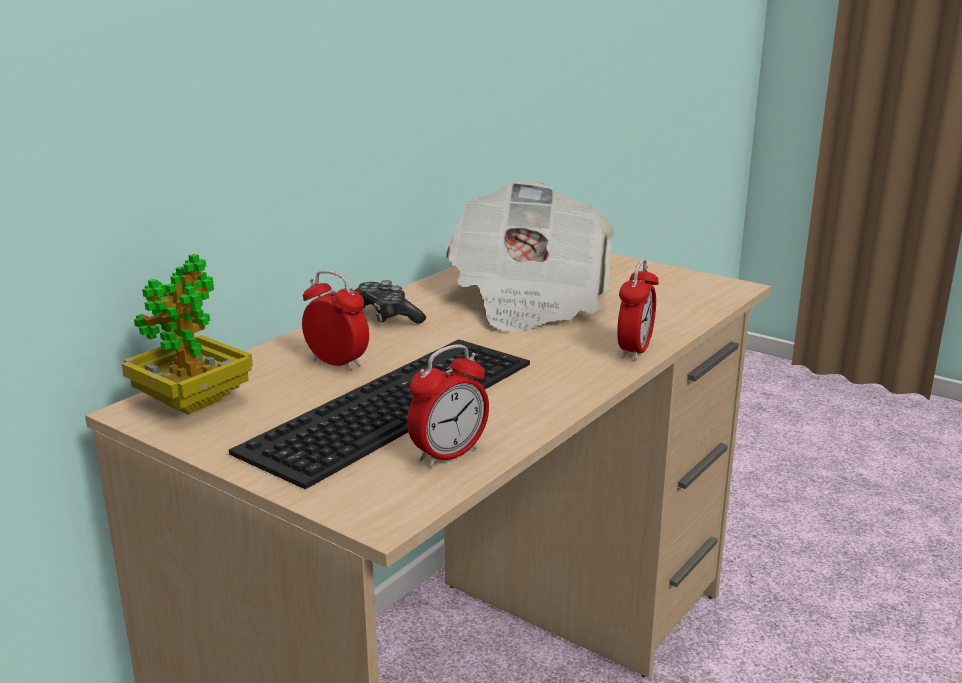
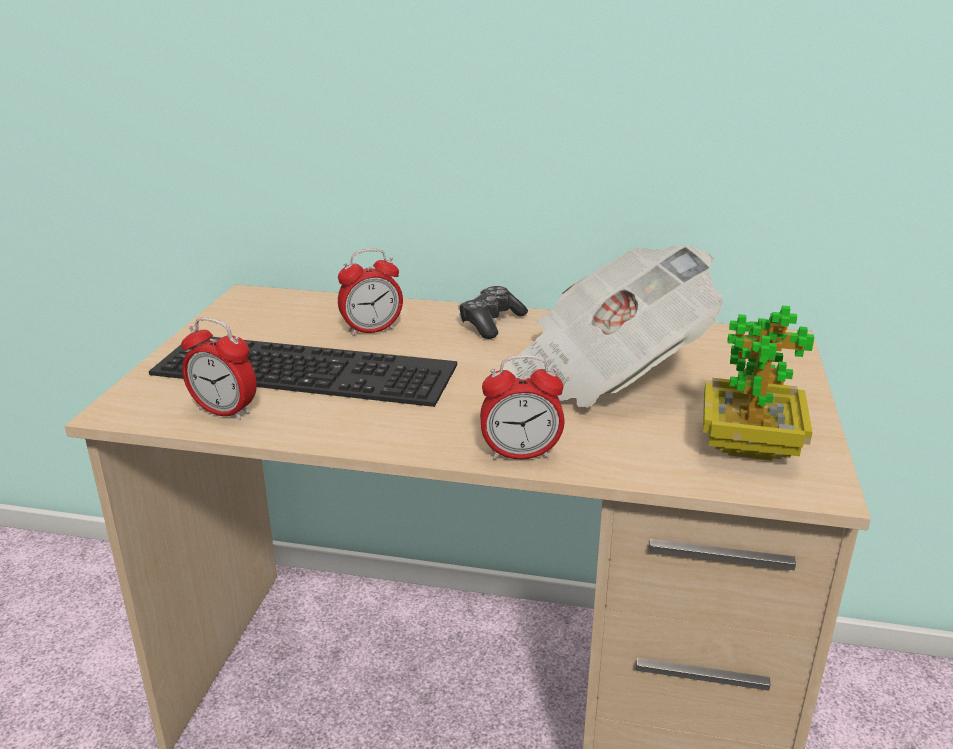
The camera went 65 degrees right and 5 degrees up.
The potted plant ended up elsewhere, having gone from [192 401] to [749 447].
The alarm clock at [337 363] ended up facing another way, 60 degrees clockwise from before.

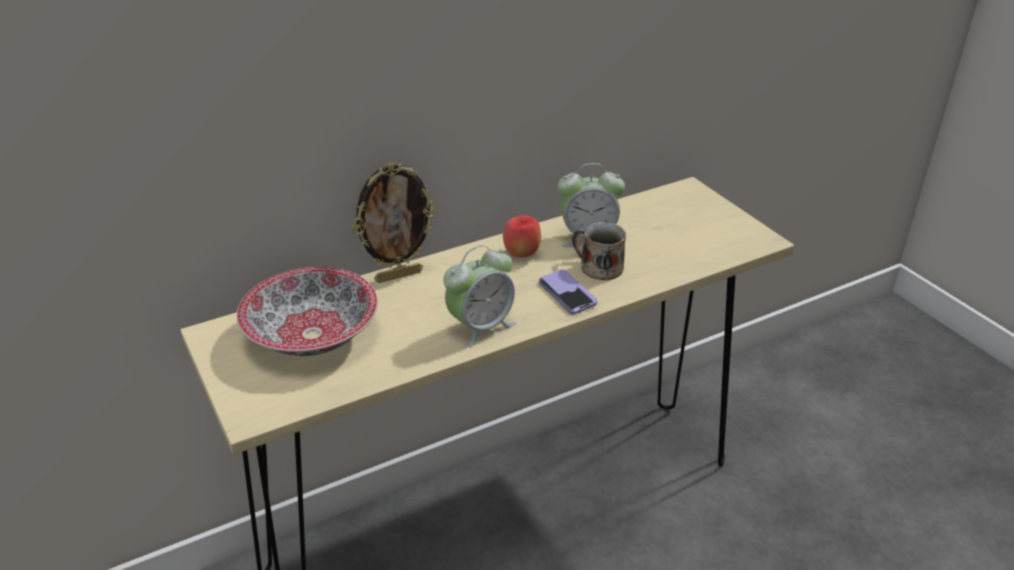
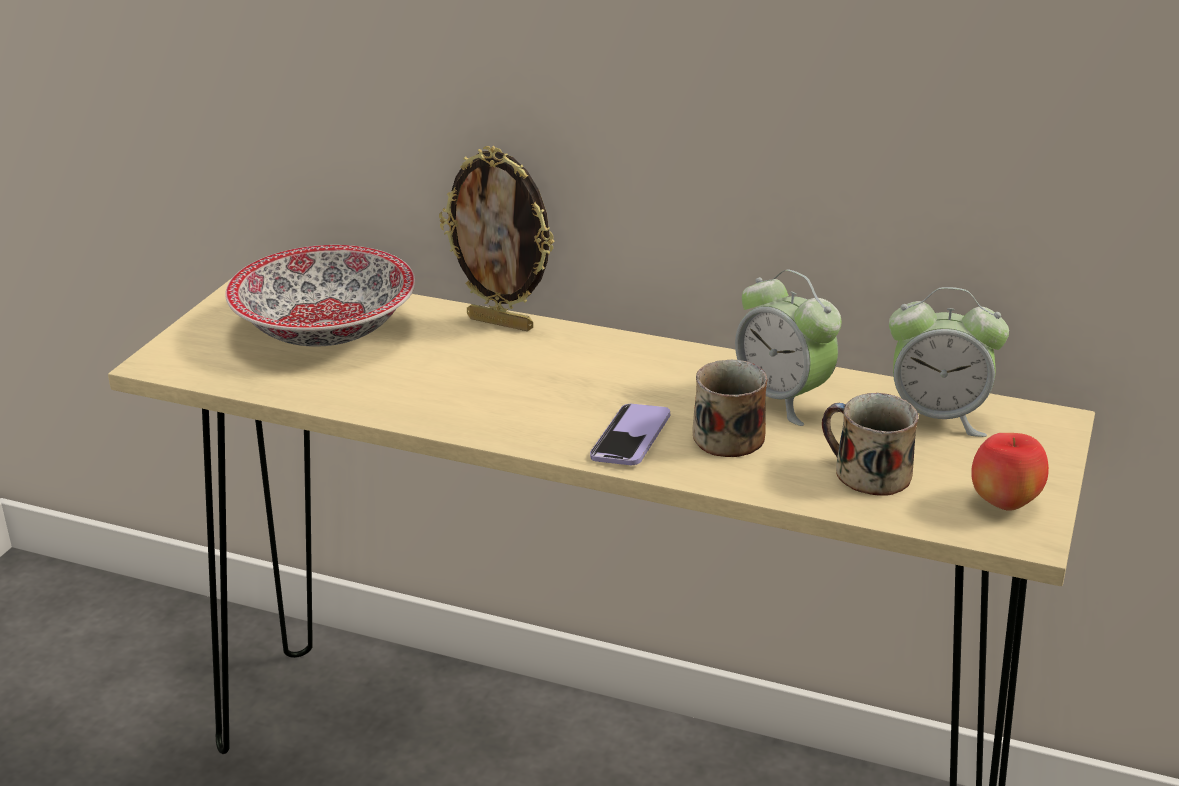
The camera went 50 degrees right and 5 degrees down.
The alarm clock ended up elsewhere, having gone from [480 327] to [937 418].
The whole apple ended up elsewhere, having gone from [521 254] to [1004 503].
The second view gained the coffee mug at [868 473].

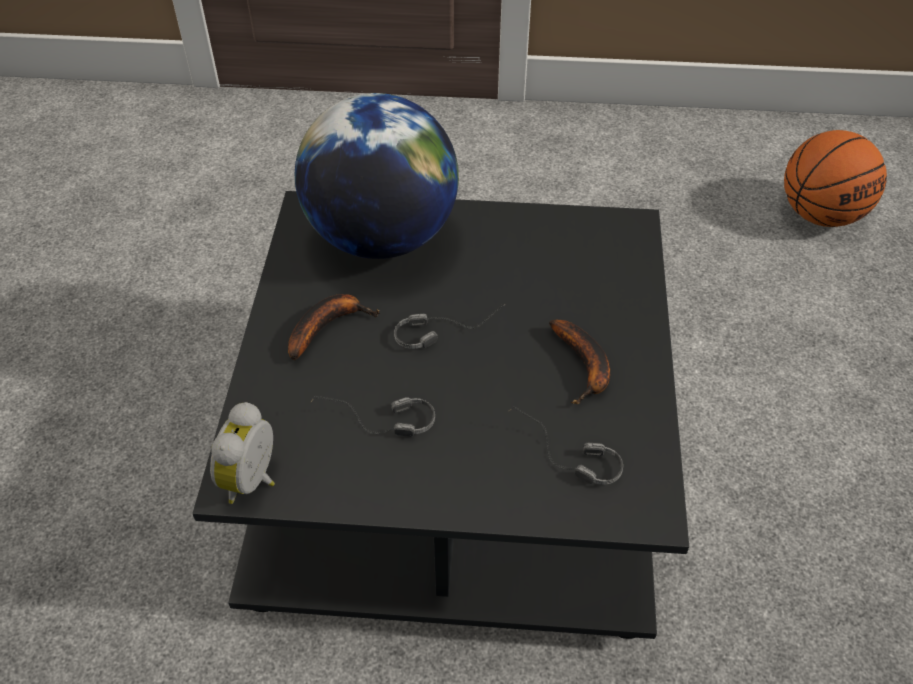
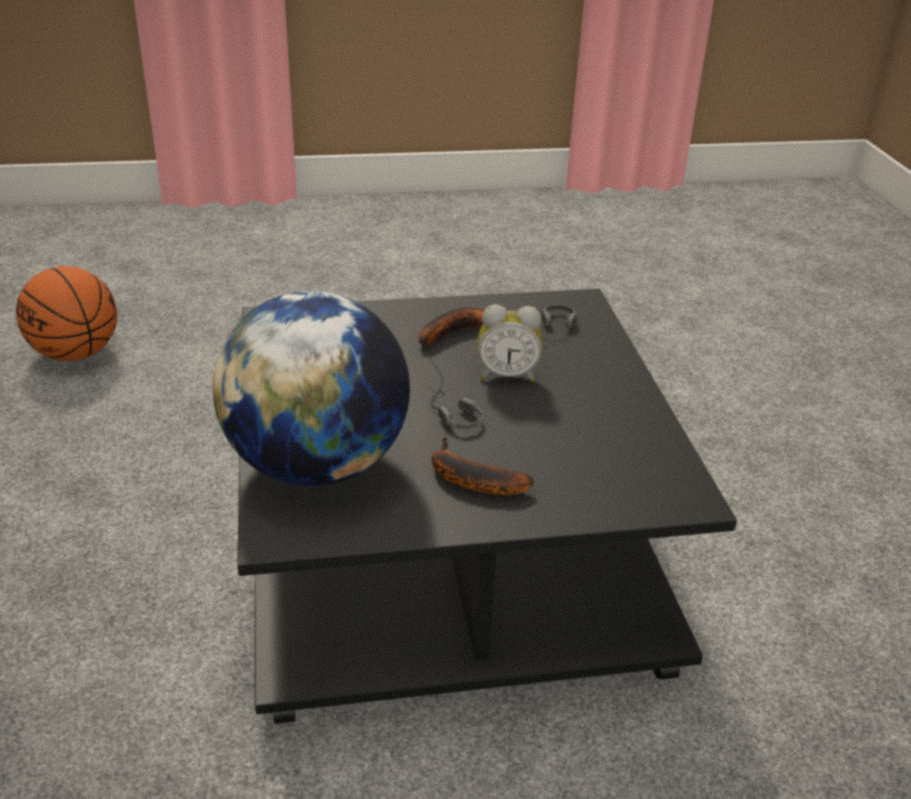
The camera went 105 degrees left and 15 degrees down.
The alarm clock ended up elsewhere, having gone from [254 480] to [507 375].
The second view lost the headset at [375 424].

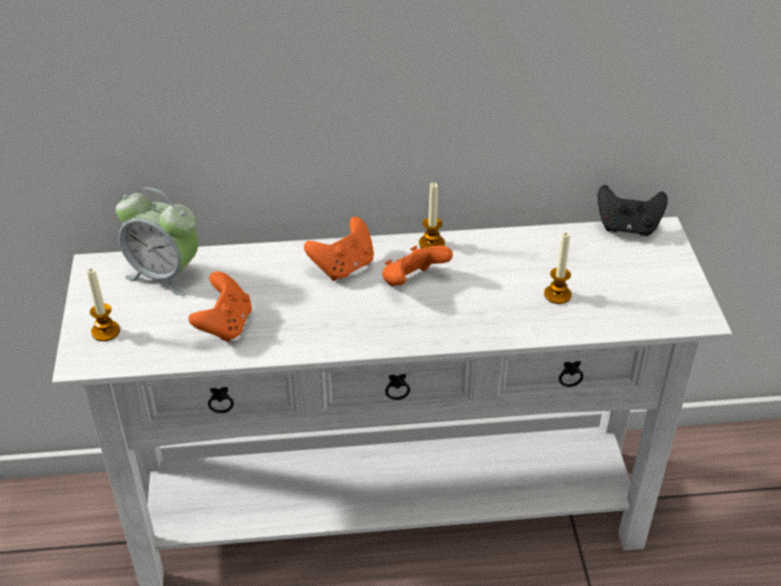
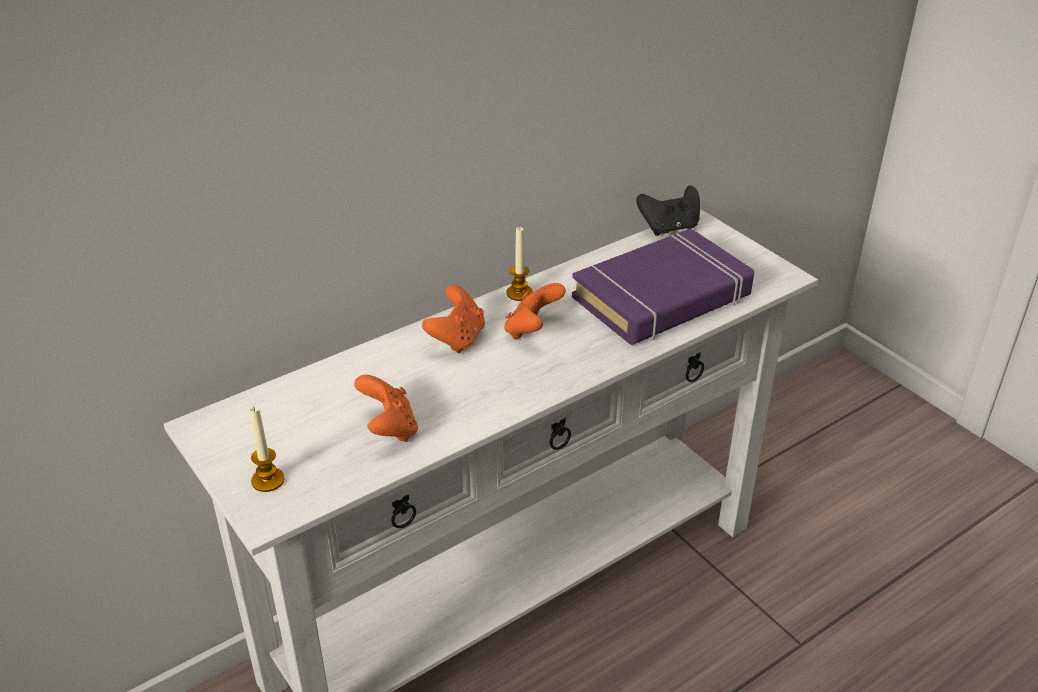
The camera went 30 degrees left and 5 degrees down.
The second view lost the alarm clock at [164 274].
Where the wax candle stood at [557 295], the bound book in purple came to stand at [662 297].

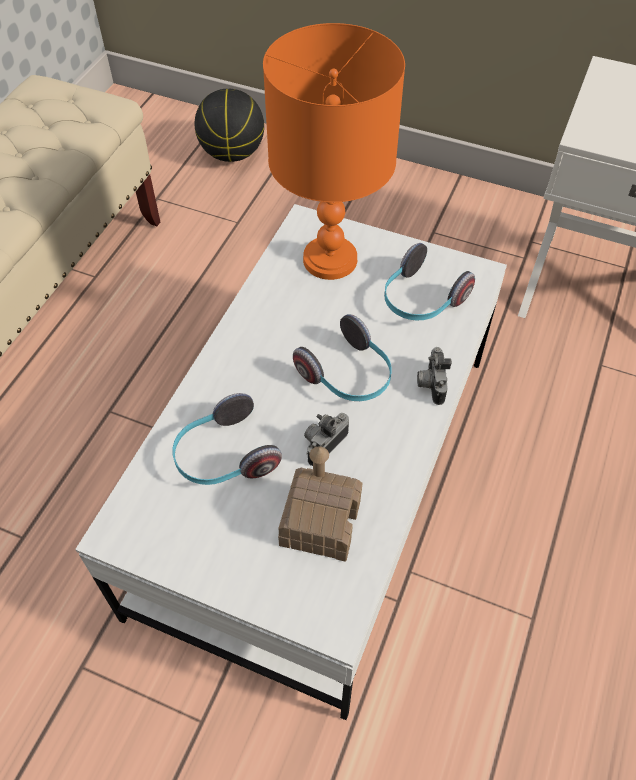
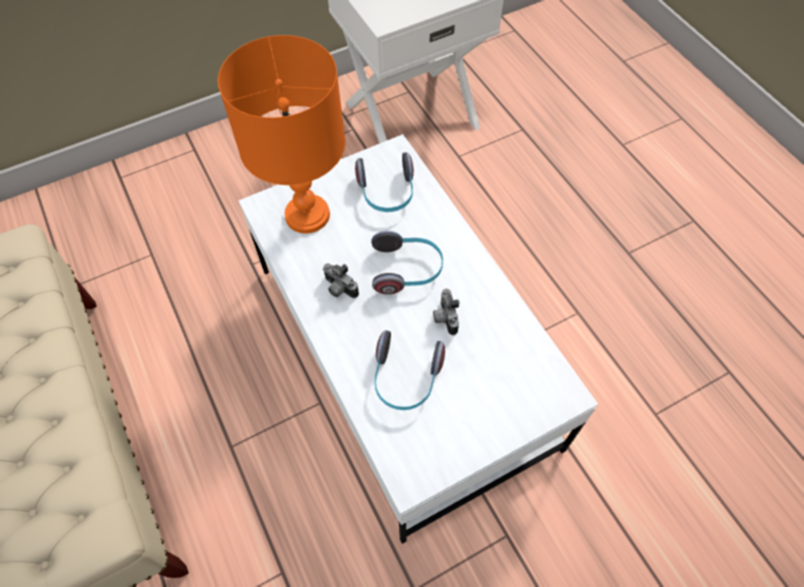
The camera went 50 degrees left and 5 degrees up.
The second view lost the ball for basketball at [232 154].
The second view lost the model house at [320 523].
The photo camera ended up elsewhere, having gone from [430 384] to [339 289].

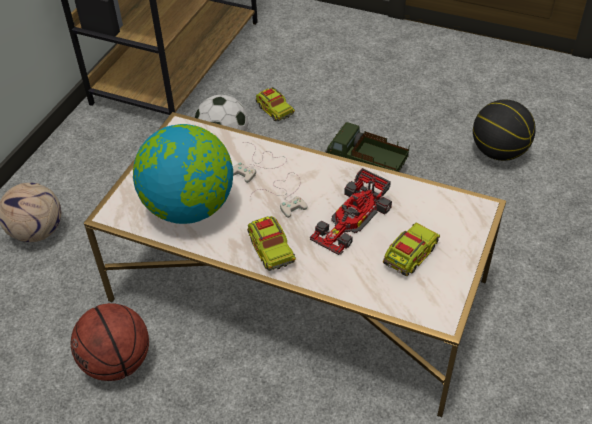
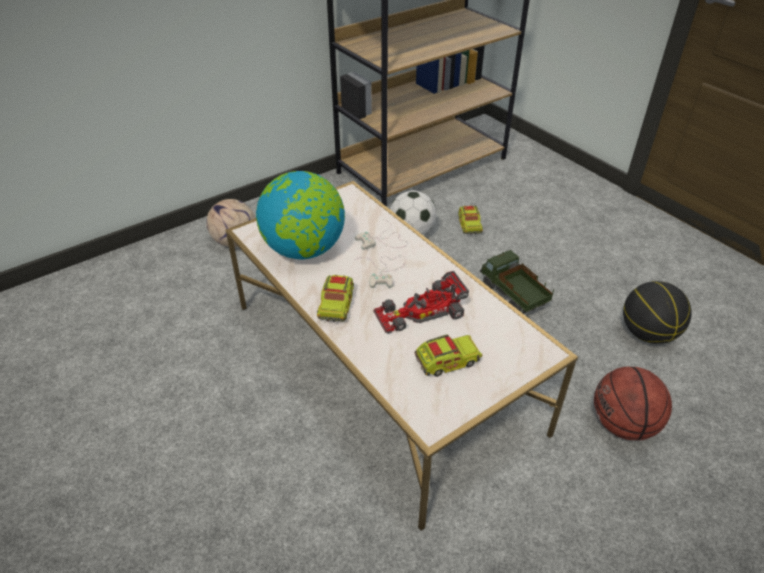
The camera went 30 degrees right and 5 degrees down.
The ball for basketball ended up elsewhere, having gone from [117 362] to [622 424].

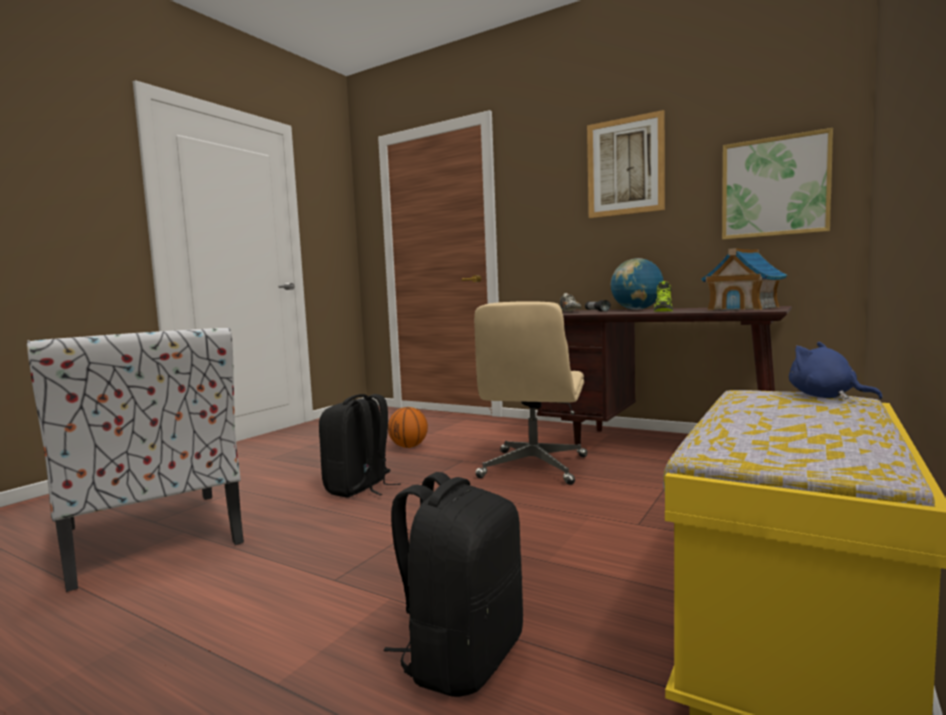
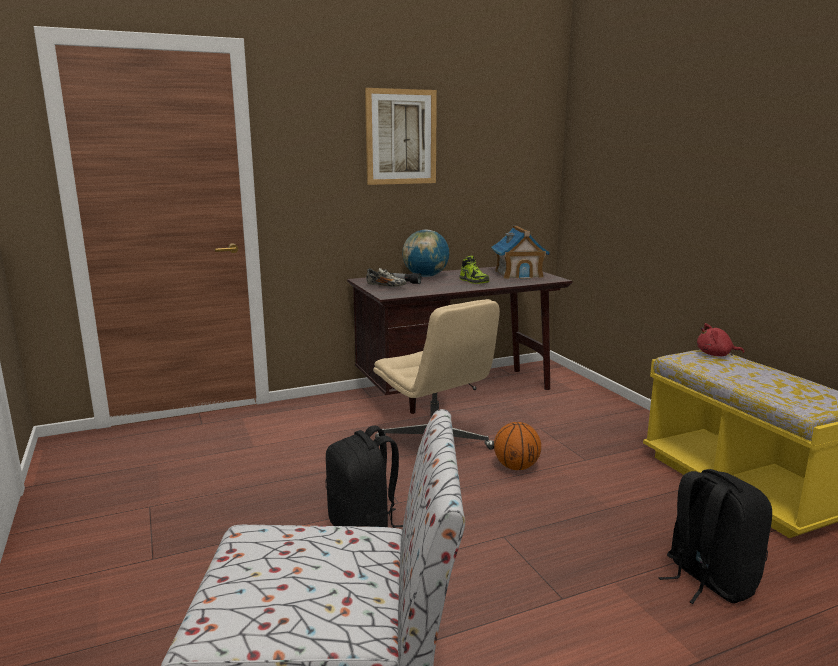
The camera went 55 degrees left and 10 degrees up.
The ball for basketball ended up elsewhere, having gone from [408 446] to [516 467].
The second view lost the wall art at [775 187].
What was the soft toy in blue at [825 397] turned into the soft toy in red-coloured at [716 355].

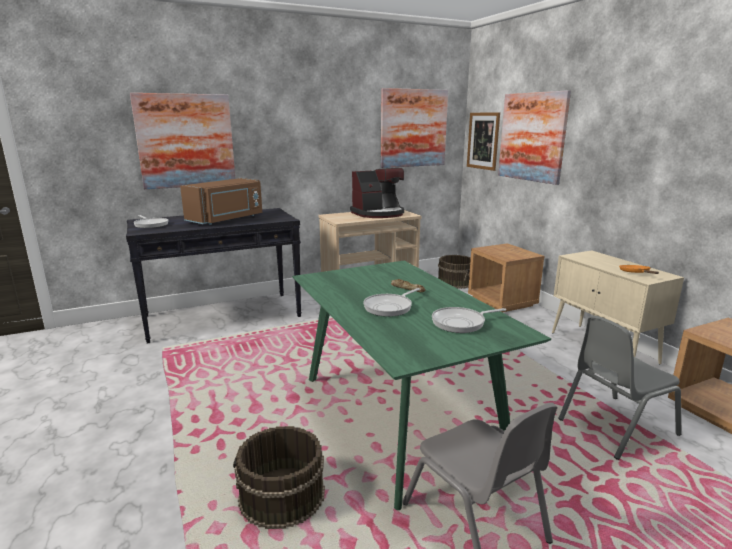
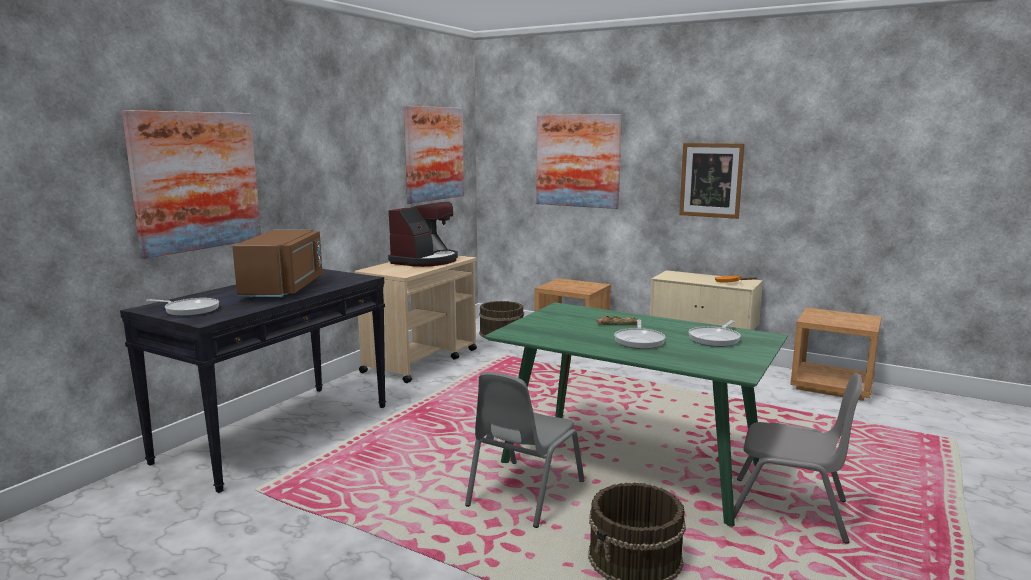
The camera went 35 degrees left and 5 degrees down.
The wall art ended up elsewhere, having gone from [483 141] to [711 180].
The upright chair in gray ended up elsewhere, having gone from [615 426] to [524 493].

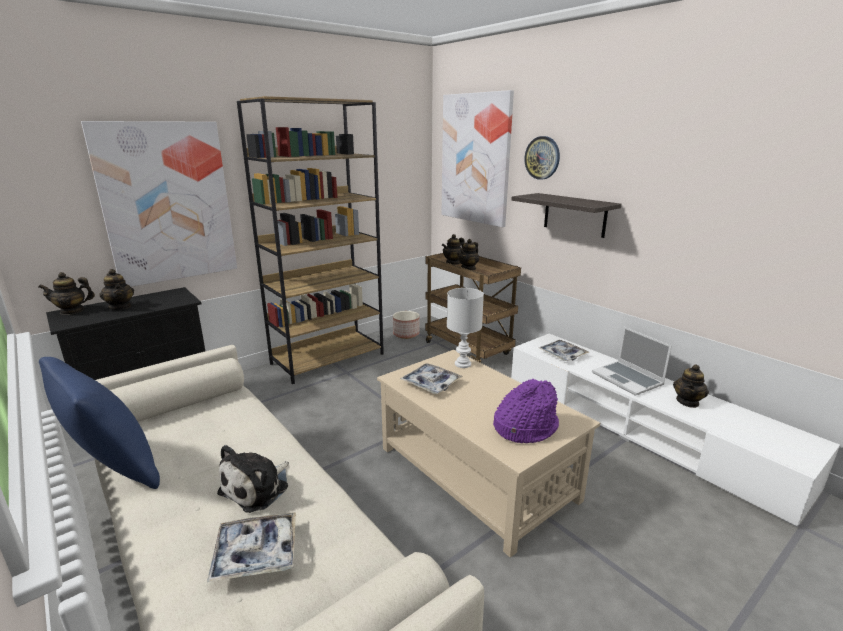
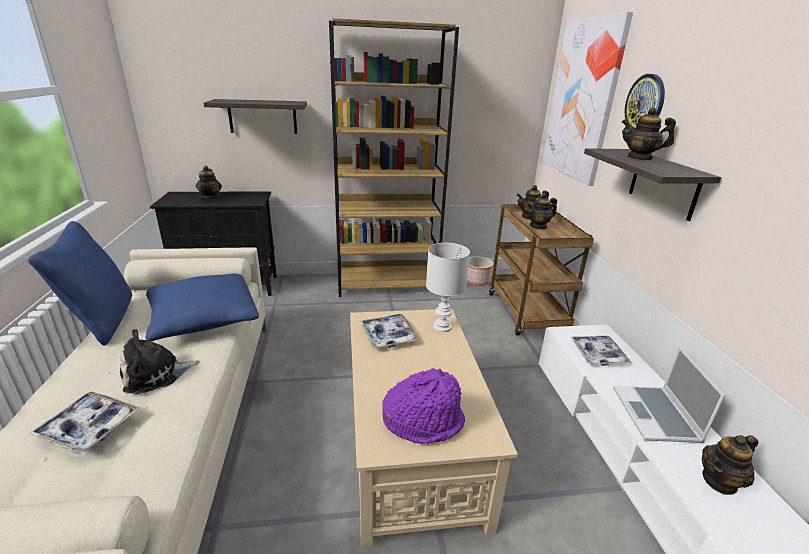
The camera went 30 degrees right and 5 degrees up.
The teapot ended up elsewhere, having gone from [72 311] to [640 158].
Where the wall art hung at [167 203], the bracket shelf came to hang at [262 116].
The second view gained the pillow in blue at [203 319].

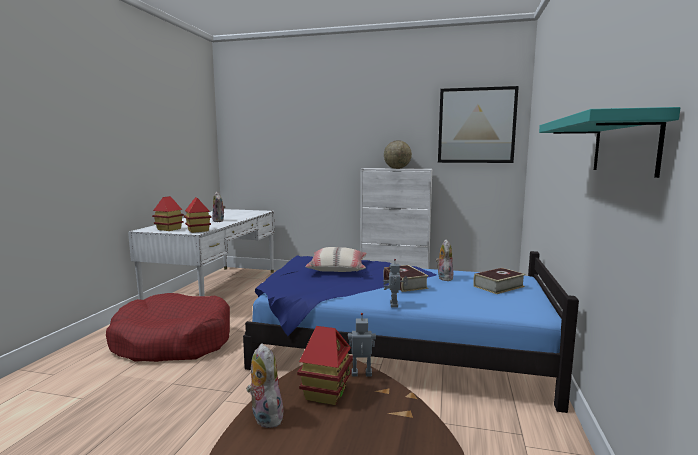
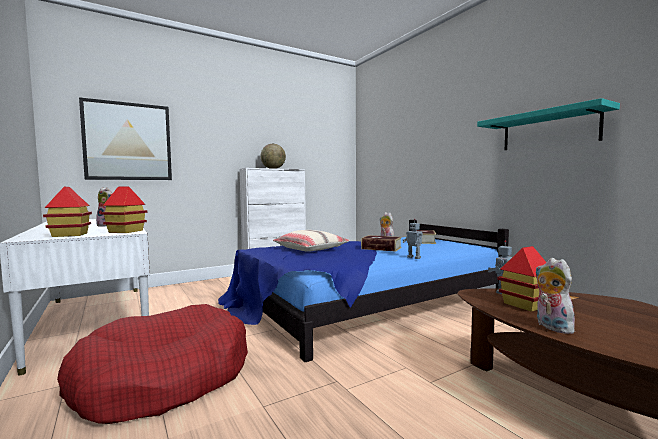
The camera went 45 degrees left and 5 degrees down.
The soft toy at [264 417] ended up facing another way, 60 degrees clockwise from before.
The wall art ended up elsewhere, having gone from [476 125] to [128 141].

